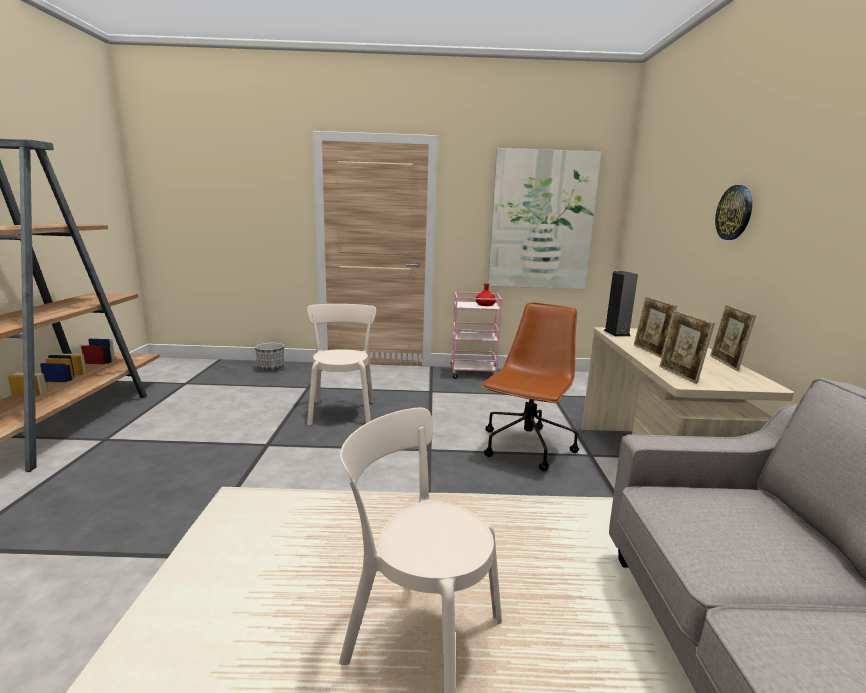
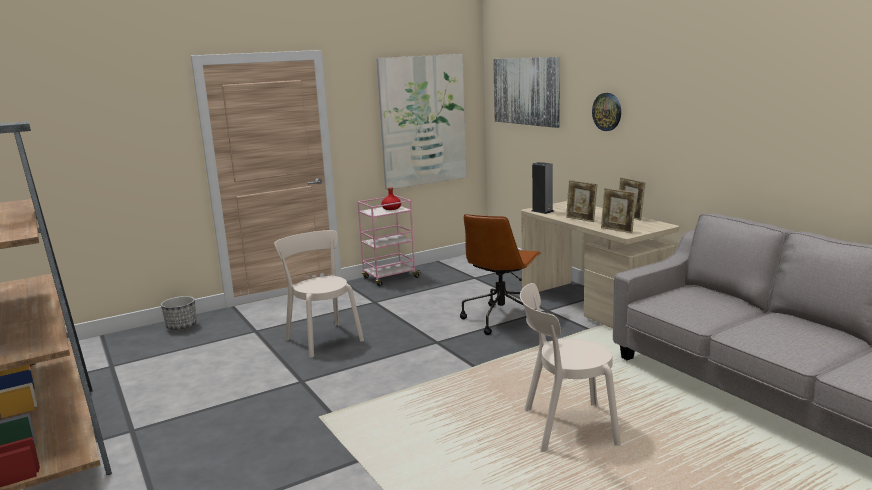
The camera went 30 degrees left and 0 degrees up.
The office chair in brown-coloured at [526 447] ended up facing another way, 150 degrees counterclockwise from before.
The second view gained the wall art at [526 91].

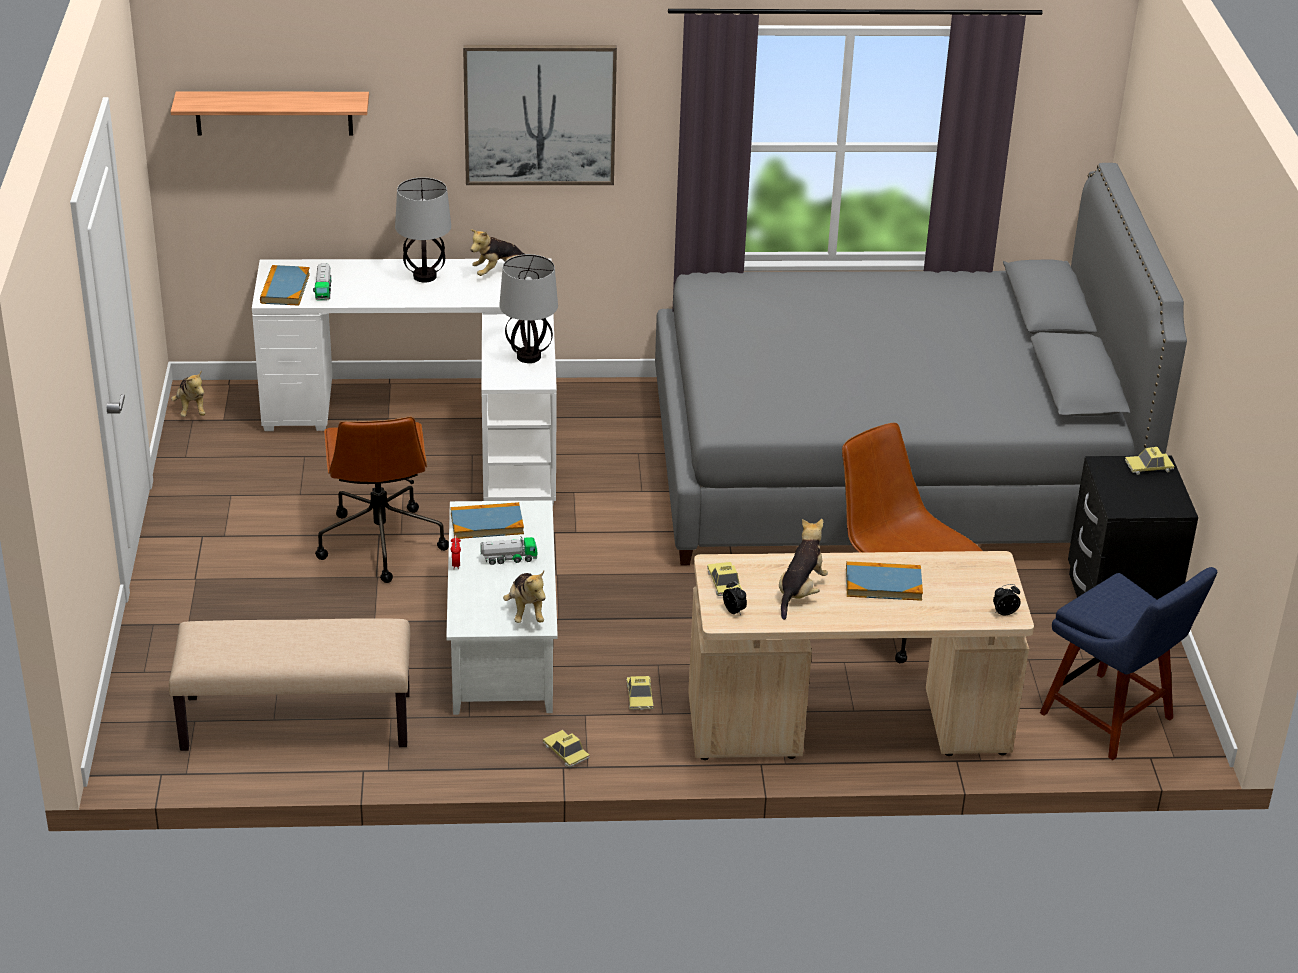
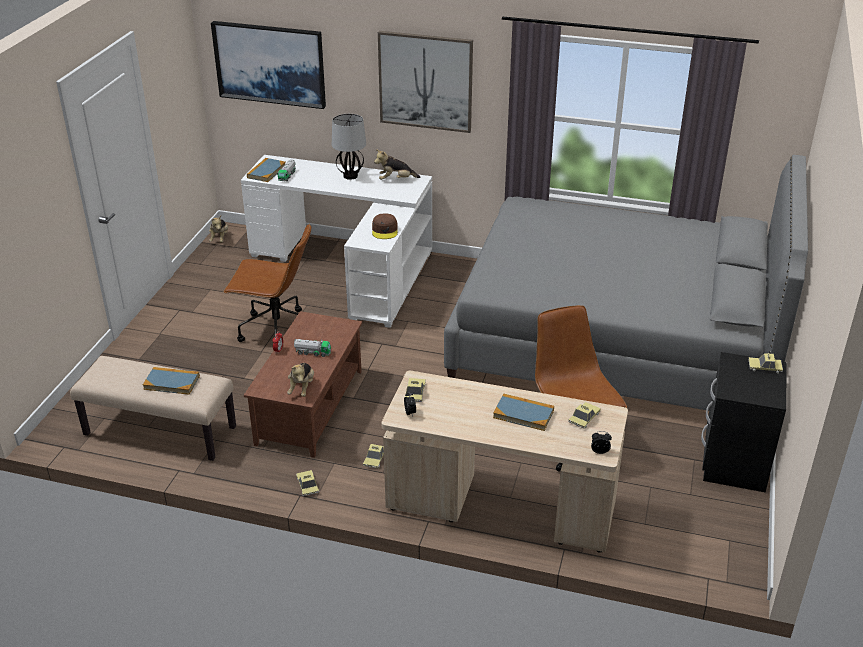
The camera went 20 degrees right and 0 degrees up.
Where the bracket shelf hung at [274 113], the wall art came to hang at [270 64].
The office chair in brown-coloured at [380 542] ended up facing another way, 90 degrees counterclockwise from before.
What was the low table in white at [500 644] turned into the low table in brown-coloured at [309 406].
The bound book ended up elsewhere, having gone from [487 523] to [171 382].
Where the lamp for a table stood at [529 356], the baseball cap in brown-coloured came to stand at [385 230].
The second view lost the soft toy at [800 592].
The second view lost the upright chair in blue at [1112 719].
The second view gained the toy car at [584 418].

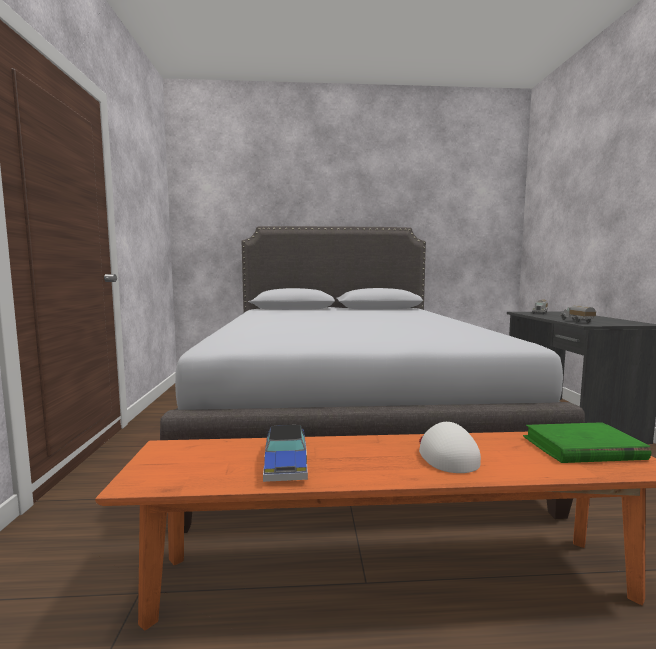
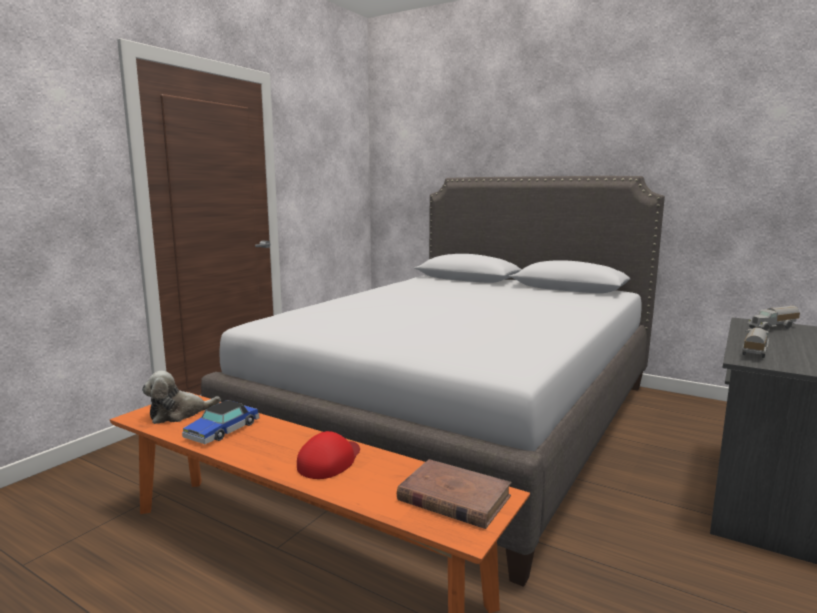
The camera went 35 degrees right and 5 degrees up.
What was the baseball cap in white at [445 454] turned into the baseball cap in red-coloured at [330 461].
What was the bound book in greenish at [582 448] turned into the bound book in brown-coloured at [453 498].
The second view gained the soft toy at [179 414].

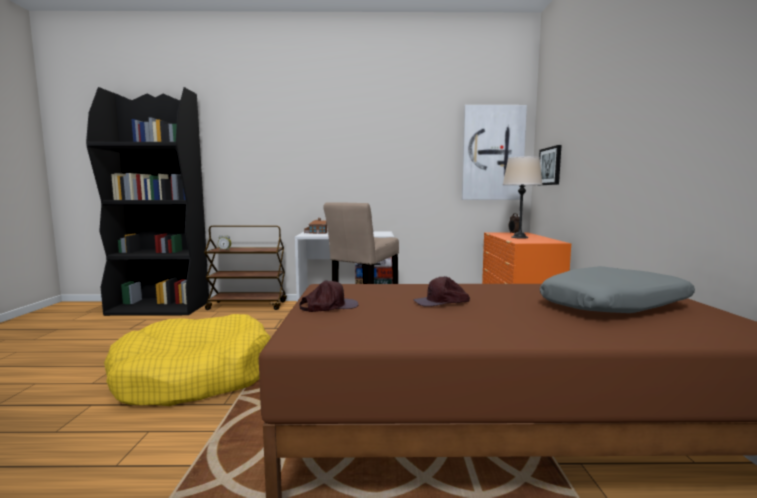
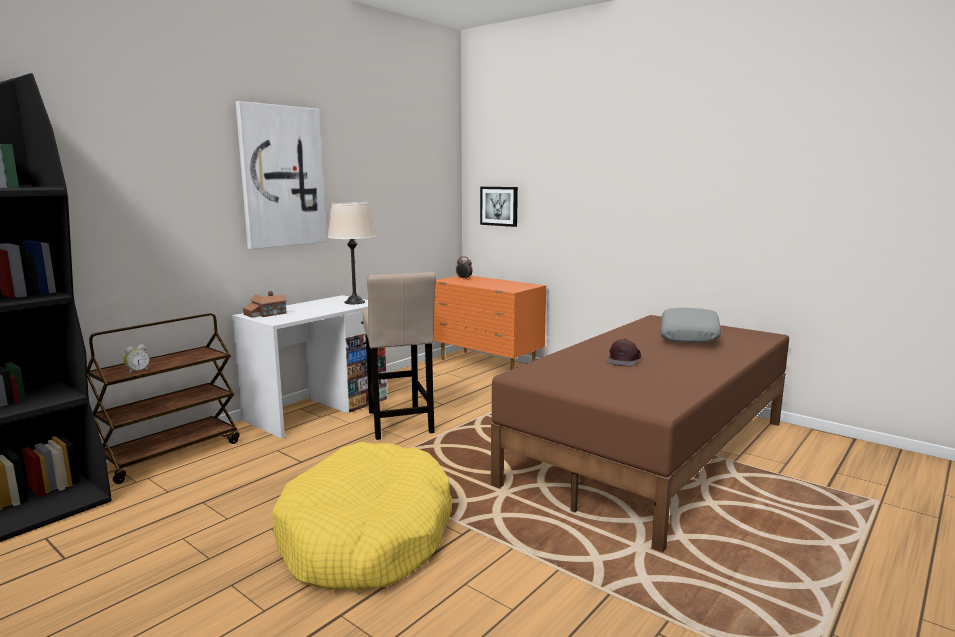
The camera went 50 degrees left and 5 degrees up.
The second view lost the baseball cap in brown-coloured at [329 306].
The wall art ended up elsewhere, having gone from [493 153] to [282 176].
The lamp for a table in sand-coloured ended up elsewhere, having gone from [519 237] to [355 302].

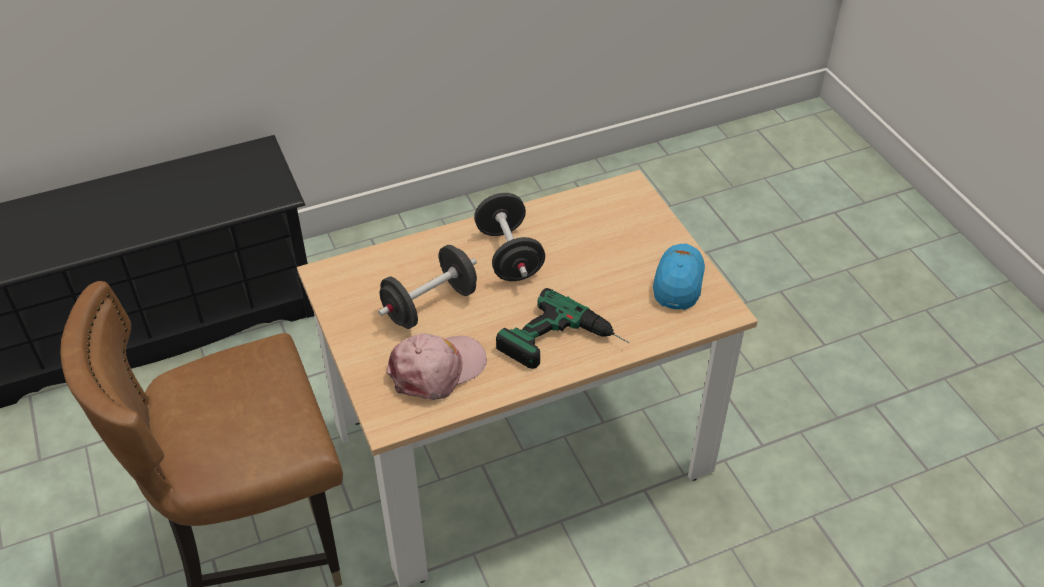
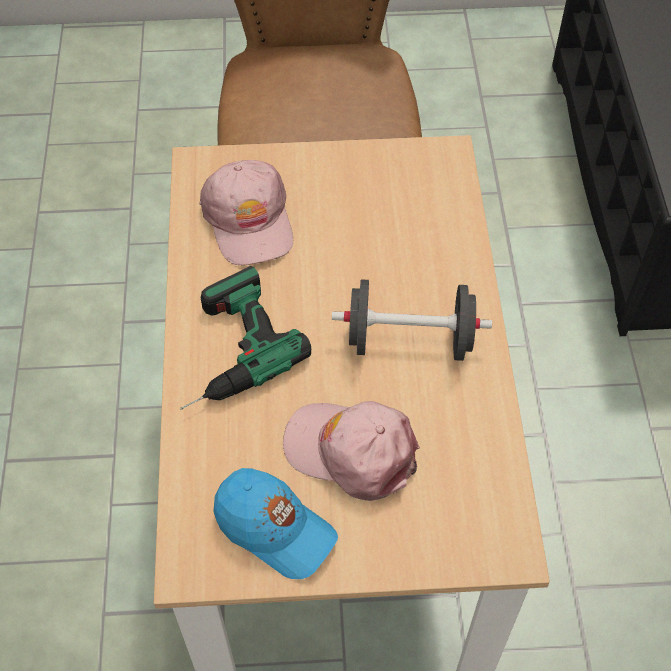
The camera went 110 degrees right and 10 degrees up.
The second view lost the hand weight in black at [430 305].
The second view gained the baseball cap in pink-coloured at [351 451].

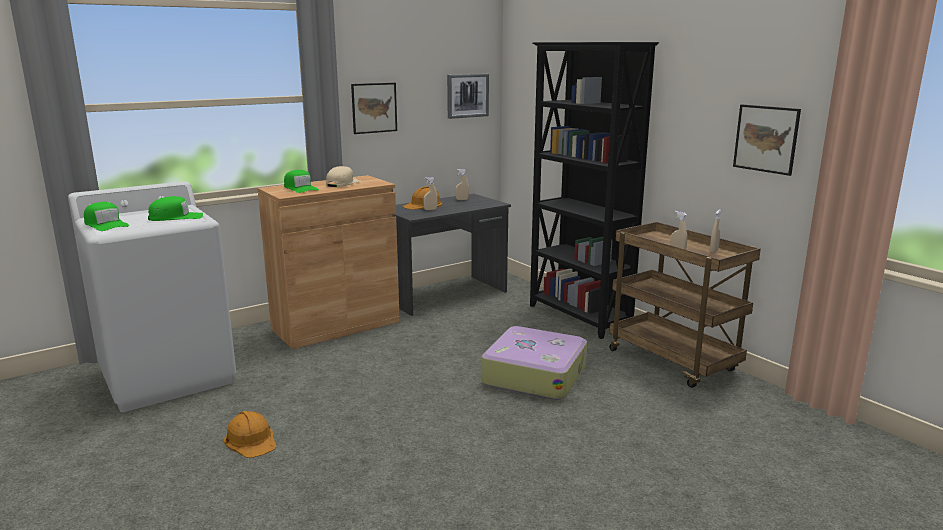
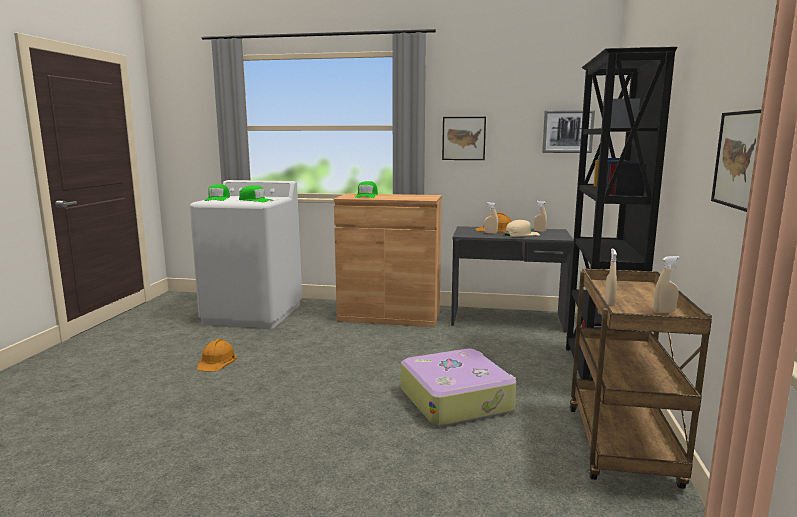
The camera went 45 degrees right and 5 degrees down.
The baseball cap in sand-coloured ended up elsewhere, having gone from [342 183] to [521 235].

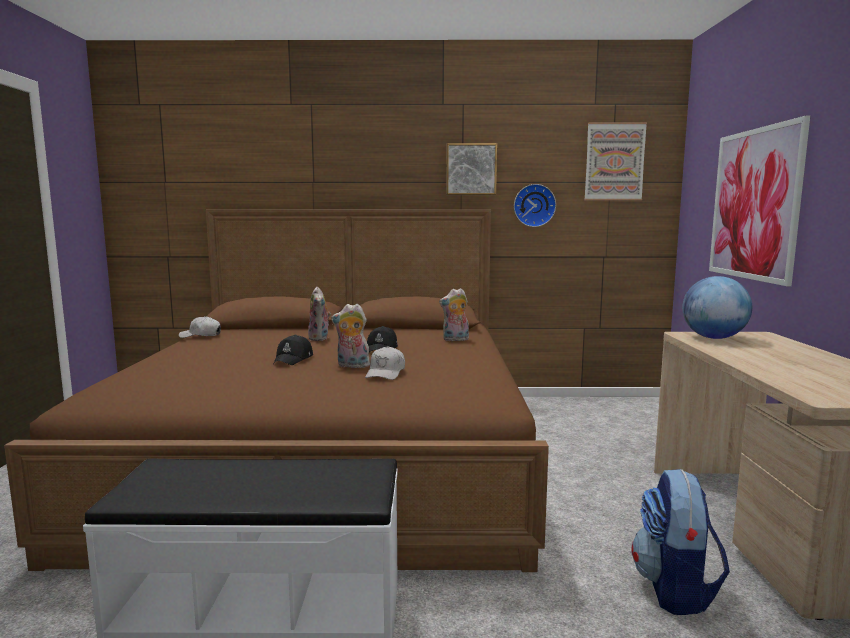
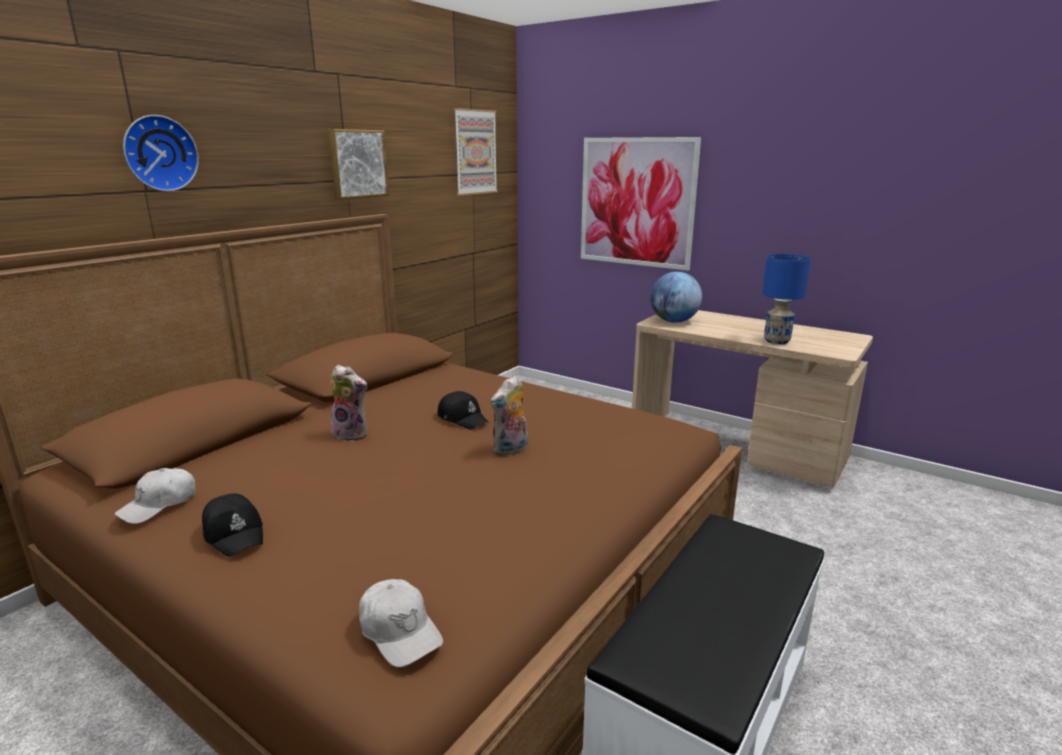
The camera went 55 degrees left and 10 degrees up.
The baseball cap in black ended up elsewhere, having gone from [294 359] to [235 533].
The baseball cap in white ended up elsewhere, having gone from [386 373] to [400 631].
The second view lost the soft toy at [455 340].
The wall clock ended up elsewhere, having gone from [534 205] to [159 153].
The second view lost the backpack at [675 589].
The second view gained the lamp for a table in blue at [777 341].

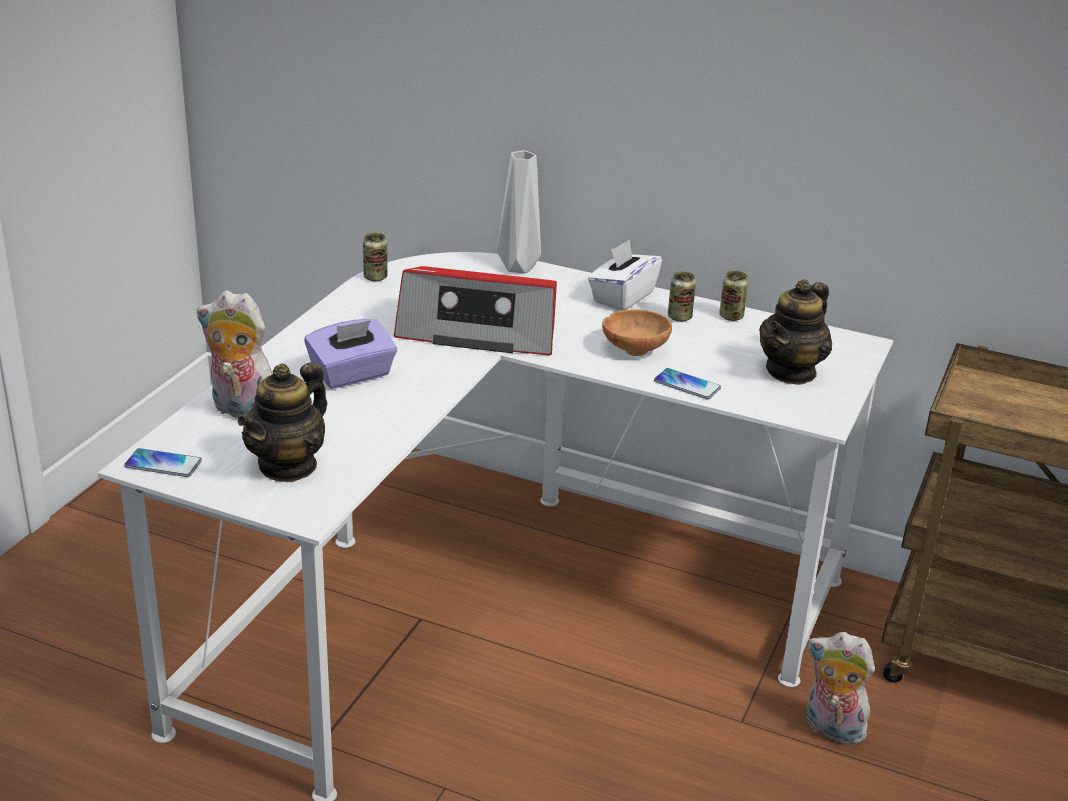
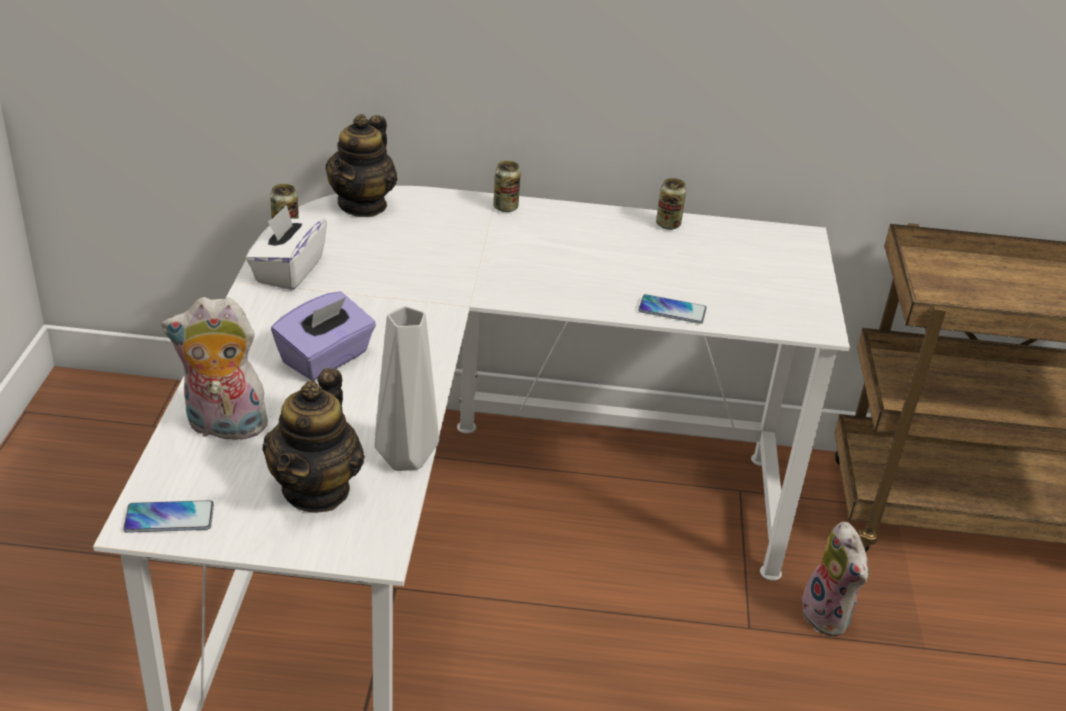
The camera went 20 degrees left and 5 degrees up.
The second view lost the radio receiver at [479 331].
The flower vase in gray ended up elsewhere, having gone from [517 268] to [402 460].
The tissue holder in white ended up elsewhere, having gone from [622 297] to [288 271].
The second view lost the bowl in brown-coloured at [635 348].
The sealed can ended up elsewhere, having gone from [679 317] to [505 207].
The teapot ended up elsewhere, having gone from [791 371] to [363 205].
The soft toy at [831 729] ended up facing another way, 120 degrees counterclockwise from before.

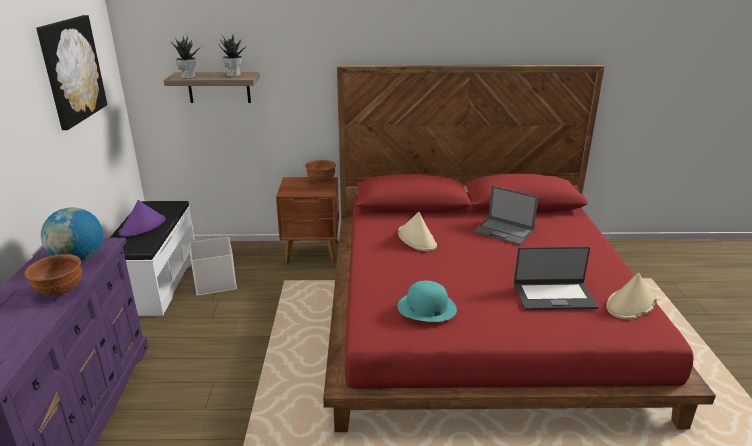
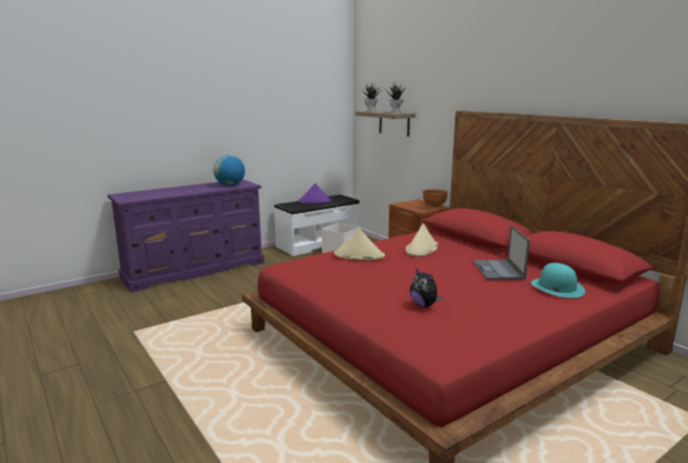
The camera went 55 degrees right and 10 degrees down.
The second view lost the bowl in brown-coloured at [59 291].
The second view lost the wall art at [72 70].
The clothing hat in turquoise-coloured ended up elsewhere, having gone from [426 307] to [557 287].
Where the notebook computer stood at [554 296], the soft toy came to stand at [424 305].
The clothing hat in sand-coloured ended up elsewhere, having gone from [631 304] to [359 255].

